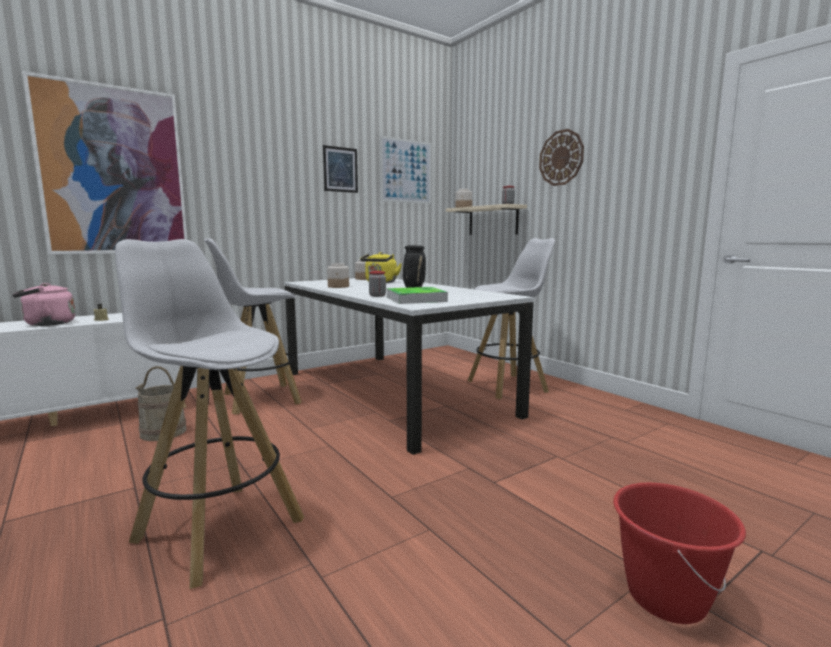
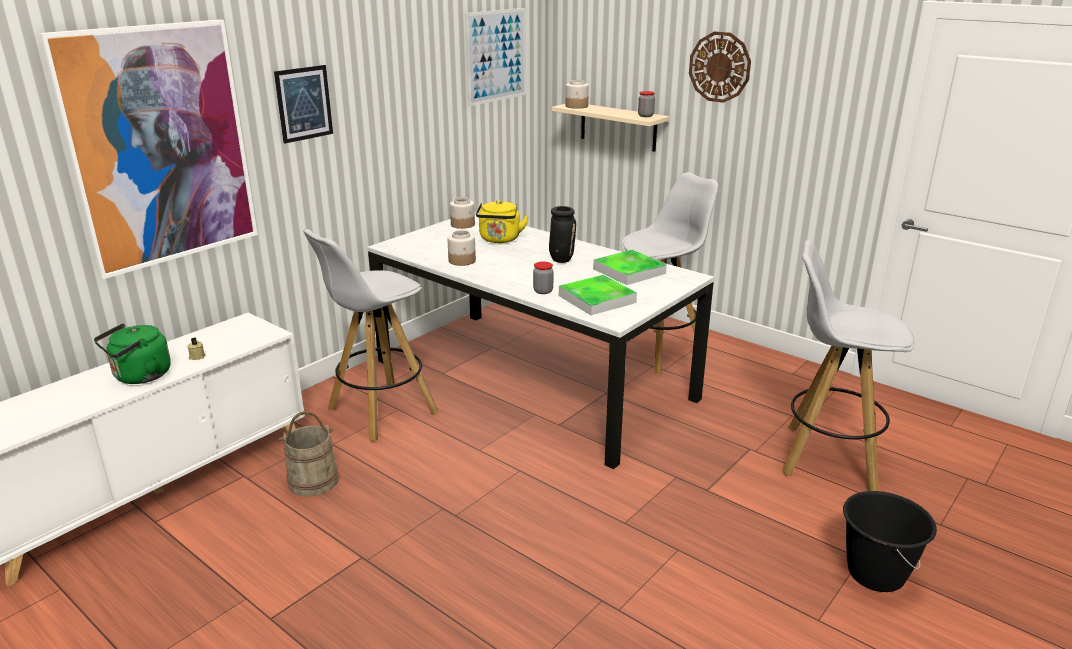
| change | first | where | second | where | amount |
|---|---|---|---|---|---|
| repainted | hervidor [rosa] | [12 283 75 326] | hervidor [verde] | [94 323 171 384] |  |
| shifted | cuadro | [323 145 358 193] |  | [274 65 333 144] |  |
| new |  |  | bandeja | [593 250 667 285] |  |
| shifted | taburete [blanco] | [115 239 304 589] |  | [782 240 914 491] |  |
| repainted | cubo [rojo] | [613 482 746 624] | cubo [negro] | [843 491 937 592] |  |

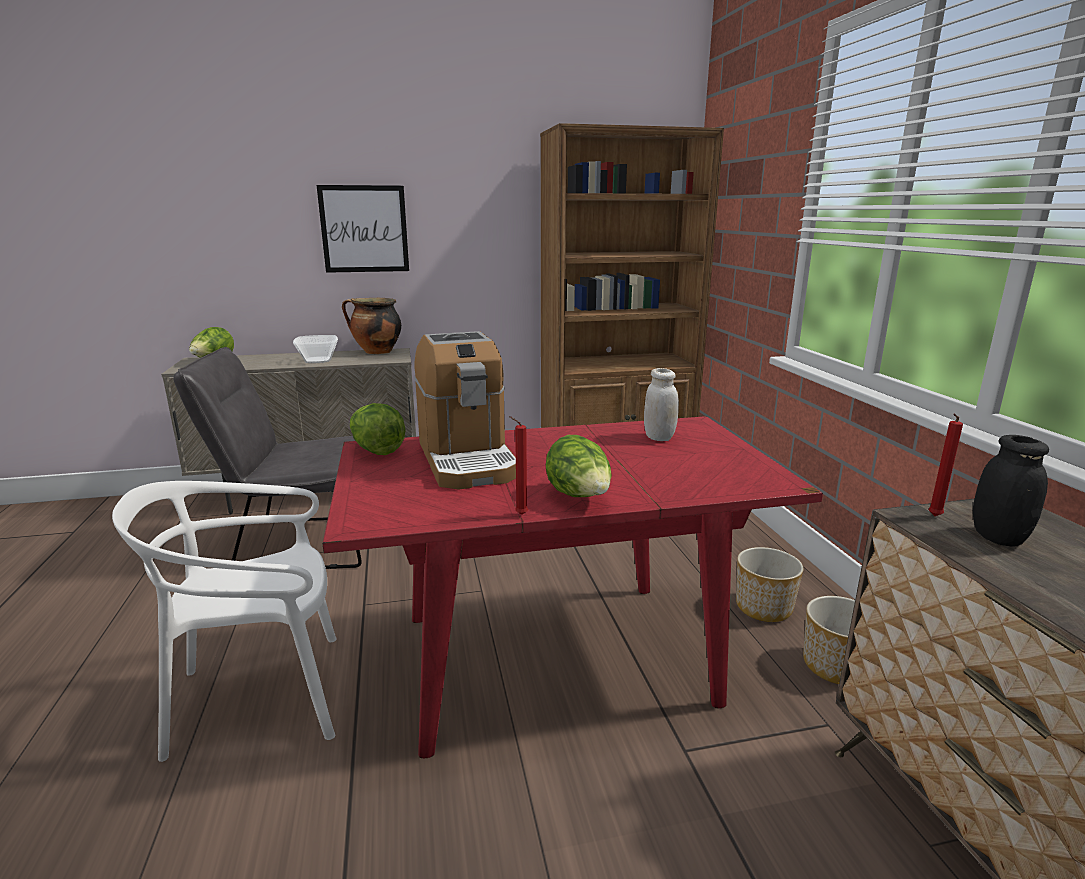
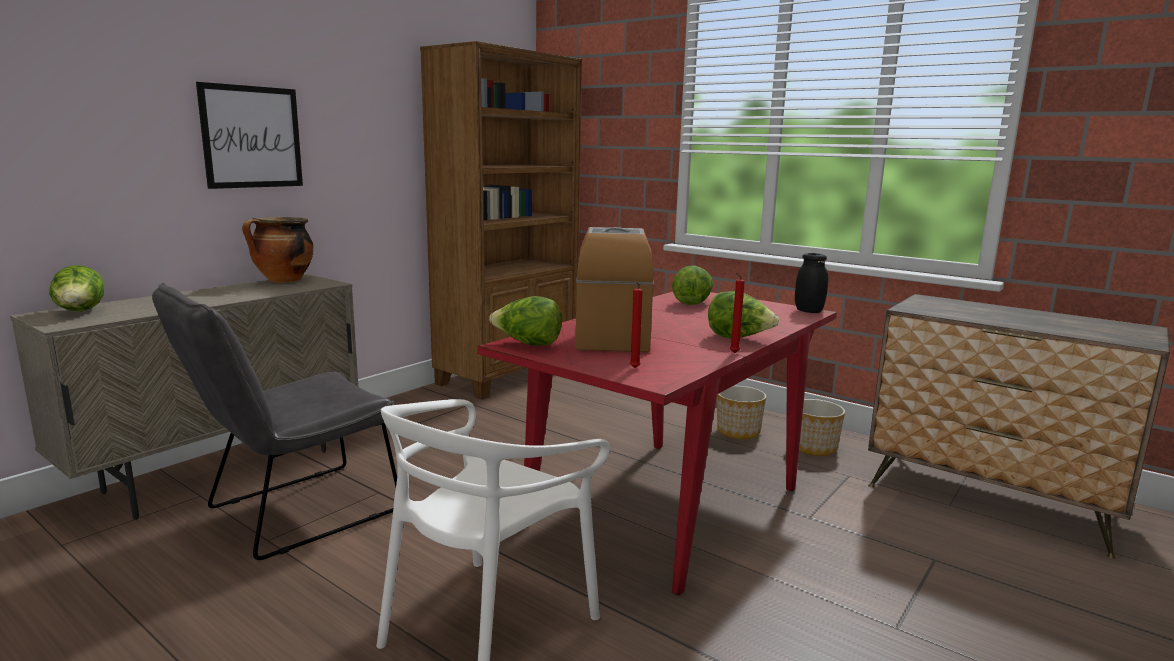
| change | first | where | second | where | amount |
|---|---|---|---|---|---|
| rotated | cafetera | [414 331 516 490] |  | [575 227 654 352] | 120 degrees counterclockwise |
| shifted | vela [rojo] | [928 414 963 516] |  | [630 282 643 368] |  |
| swapped | tarro [blanco] | [644 368 679 441] | lechuga | [672 266 713 305] |  |
| shifted | tarro [negro] | [973 435 1049 547] |  | [795 253 829 313] |  |
| gone | cuenco | [293 335 338 363] |  |  |  |

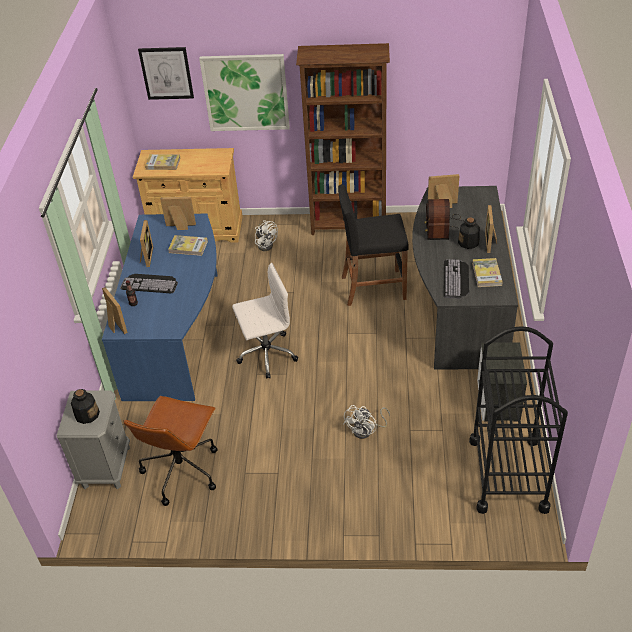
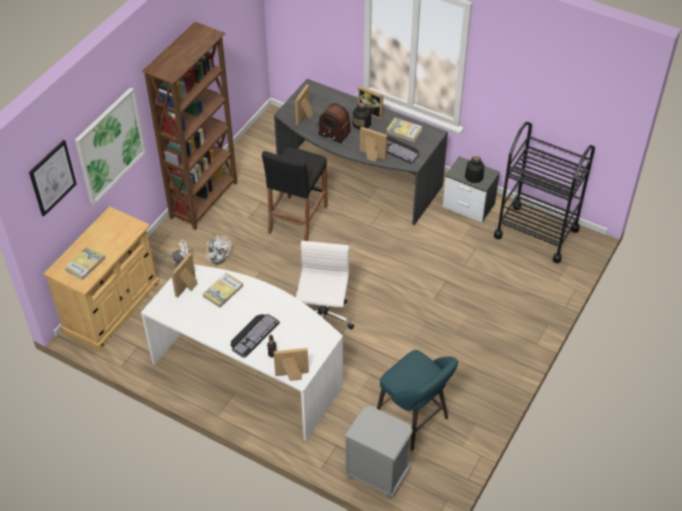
| change | first | where | second | where | amount |
|---|---|---|---|---|---|
| repainted | escritorio [azul] | [102 214 217 401] | escritorio [blanco] | [141 264 343 441] |  |
| shifted | ventilador [blanco] | [343 405 390 439] |  | [206 233 231 265] |  |
| shifted | portarretratos | [140 220 153 267] |  | [360 126 387 162] |  |
| swapped | silla de oficina [marrón] | [123 396 217 506] | taburete [turquesa] | [377 350 458 451] |  |
| shifted | botella | [71 389 100 424] |  | [465 156 484 183] |  |

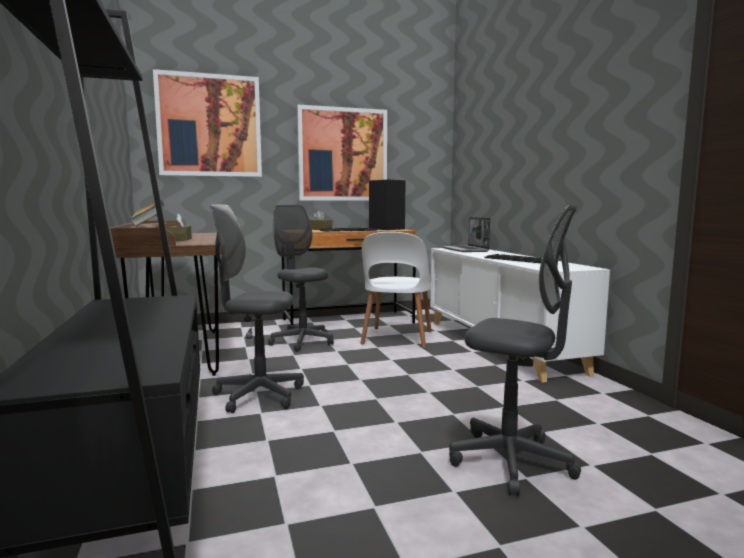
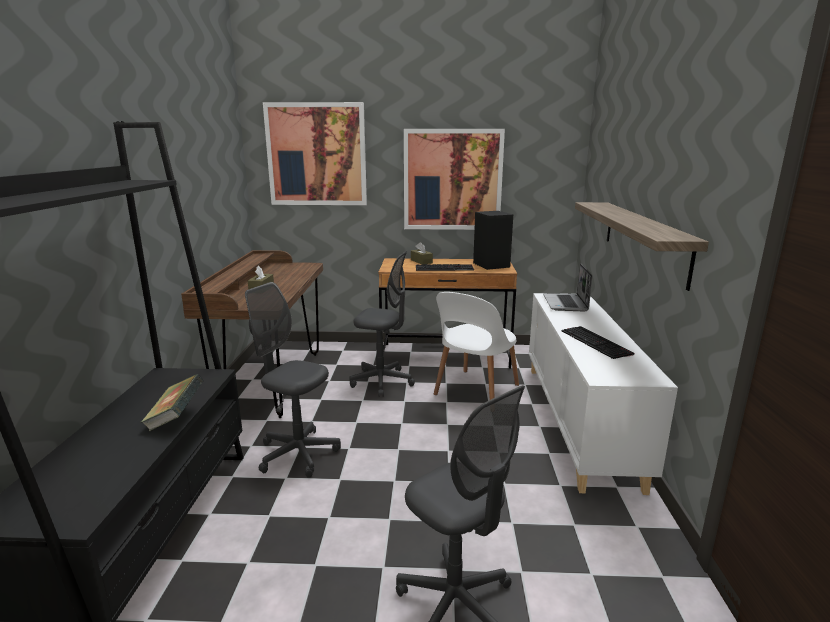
| change | first | where | second | where | amount |
|---|---|---|---|---|---|
| shifted | libro | [130 201 164 227] |  | [140 374 204 432] |  |
| rotated | silla de oficina [gris] | [268 204 334 352] |  | [349 251 415 397] | 120 degrees clockwise |
| new |  |  | estante | [575 202 709 291] |  |

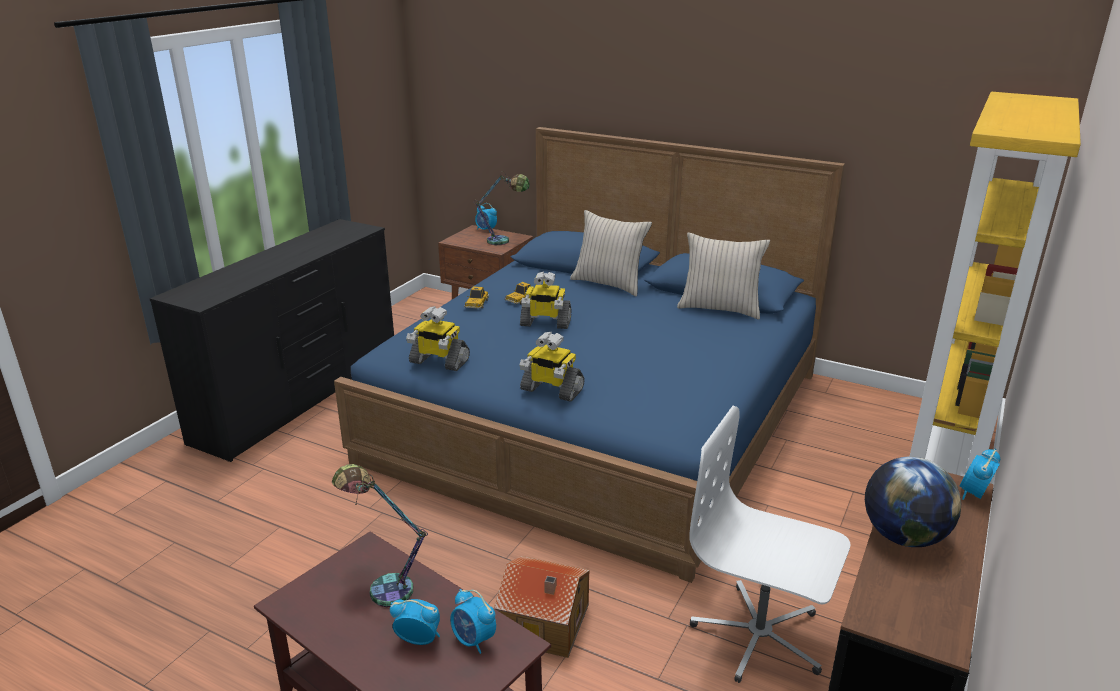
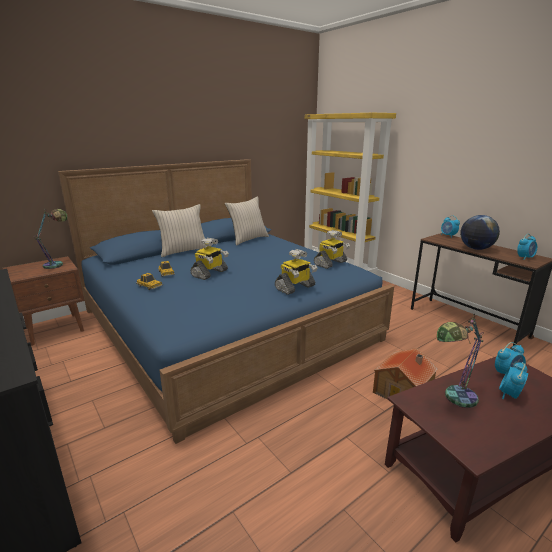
| change | first | where | second | where | amount |
|---|---|---|---|---|---|
| shifted | robot de juguete | [406 306 470 371] |  | [314 230 350 269] |  |
| shifted | despertador | [475 203 497 232] |  | [517 234 537 260] |  |
| gone | silla de oficina [blanco] | [689 406 850 683] |  |  |  |

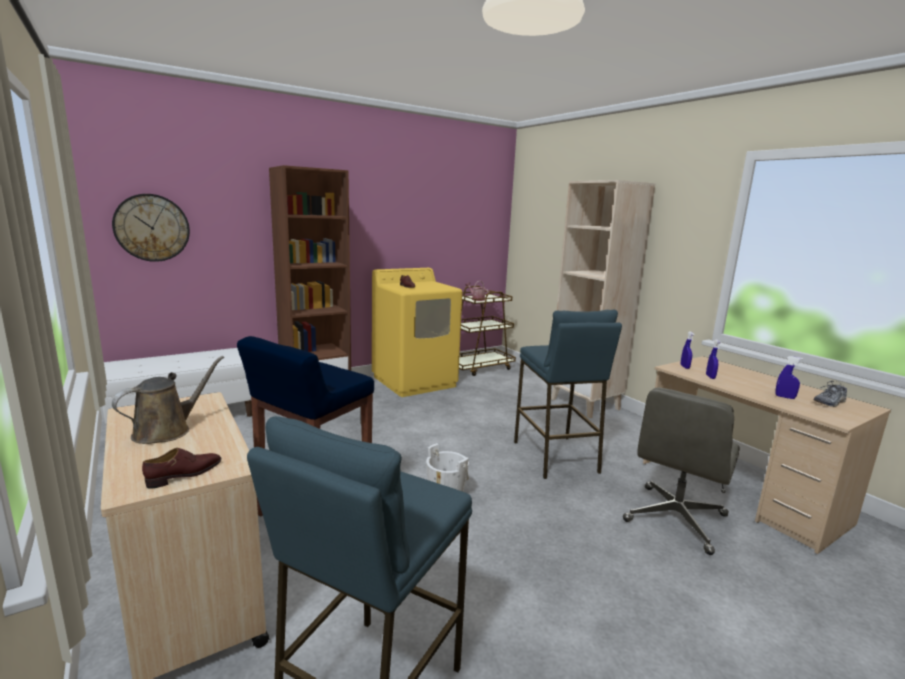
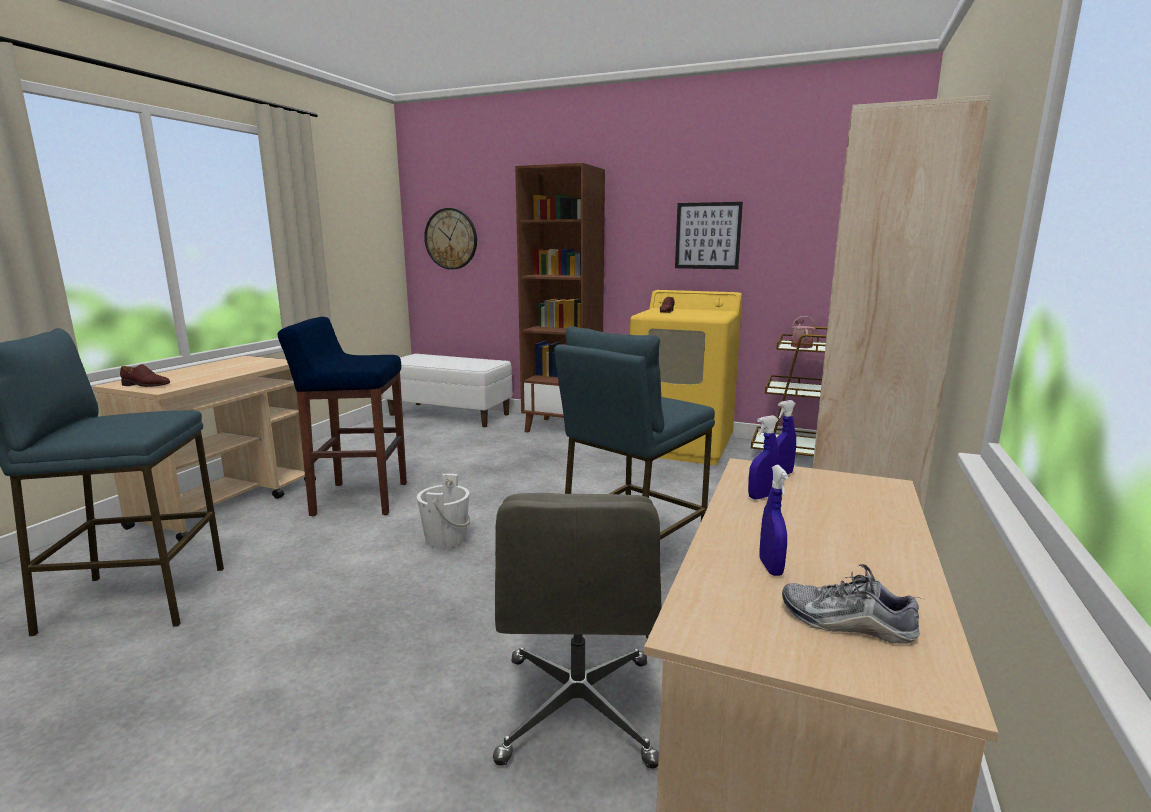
| change | first | where | second | where | amount |
|---|---|---|---|---|---|
| rotated | silla de oficina [gris] | [623 387 740 555] |  | [493 493 661 769] | 90 degrees counterclockwise |
| new |  |  | cuadro | [675 202 743 269] |  |
| gone | regadera [marrón] | [112 356 224 444] |  |  |  |

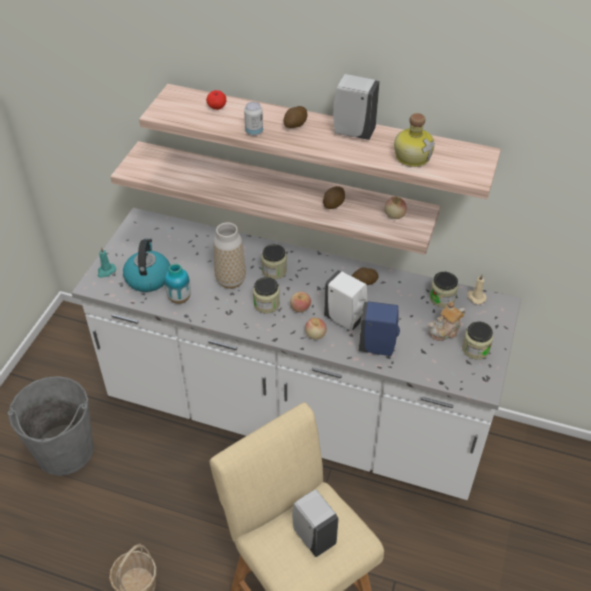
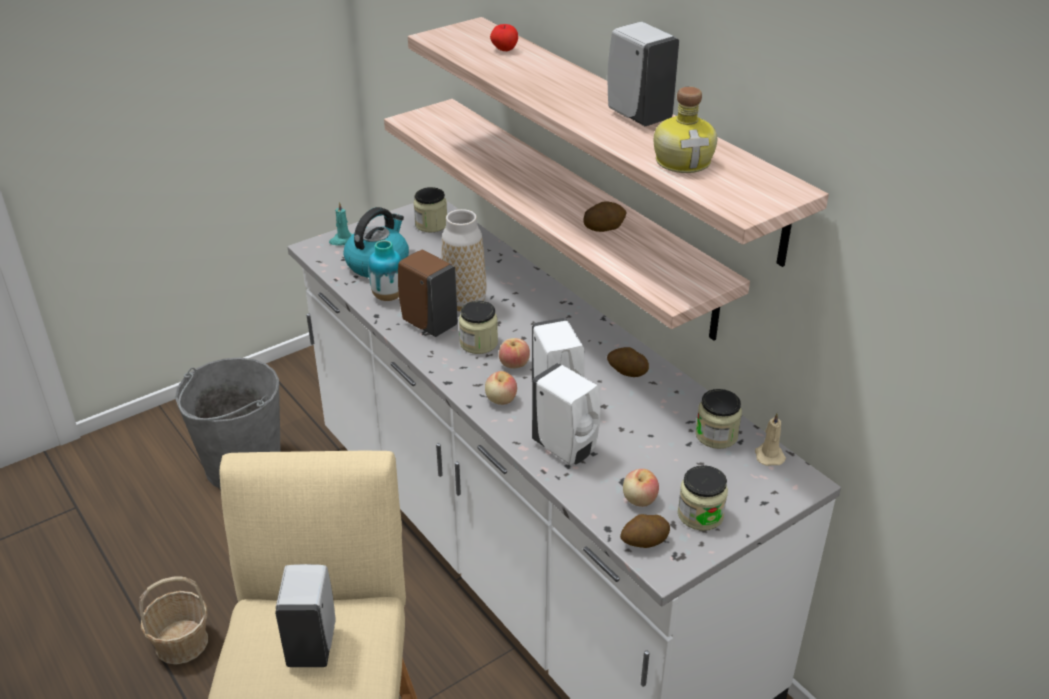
| change | first | where | second | where | amount |
|---|---|---|---|---|---|
| new |  |  | dispensador de jabón [marrón] | [398 250 458 337] |  |
| shifted | tarro | [261 244 287 279] |  | [414 187 447 232] |  |
| repainted | dispensador de jabón [azul] | [359 301 400 356] | dispensador de jabón [blanco] | [532 363 600 465] |  |
| shifted | patata | [284 106 307 128] |  | [620 514 670 548] |  |
| shifted | manzana | [385 196 407 219] |  | [623 469 659 507] |  |
| gone | lata | [244 102 263 136] |  |  |  |
| gone | tetera | [428 302 466 341] |  |  |  |

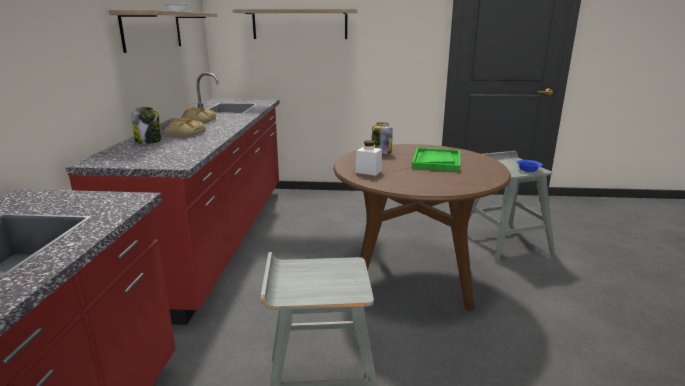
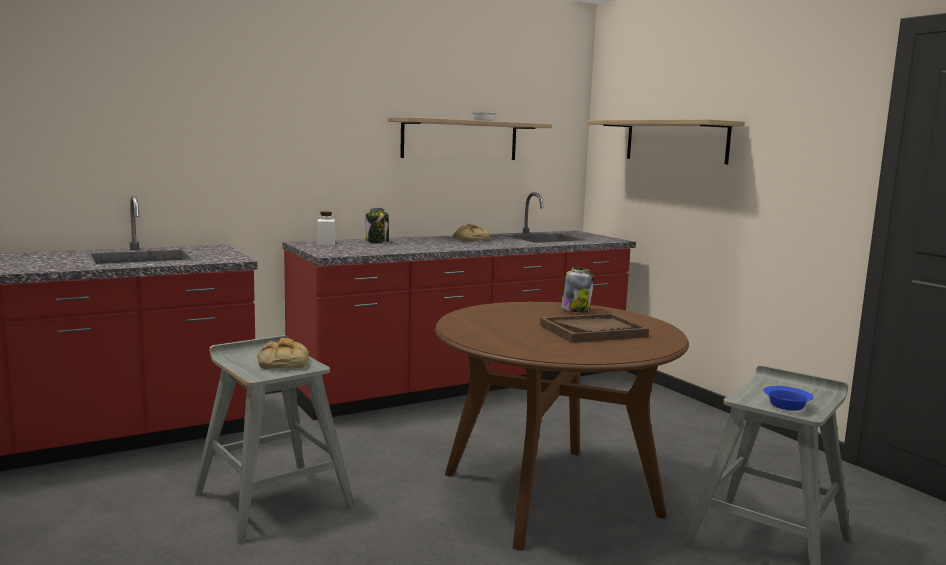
| change | first | where | second | where | amount |
|---|---|---|---|---|---|
| shifted | pan | [164 118 206 137] |  | [257 338 309 369] |  |
| shifted | tarro [blanco] | [355 140 382 176] |  | [317 212 335 245] |  |
| repainted | bandeja [verde] | [412 148 460 172] | bandeja [marrón] | [540 313 649 343] |  |

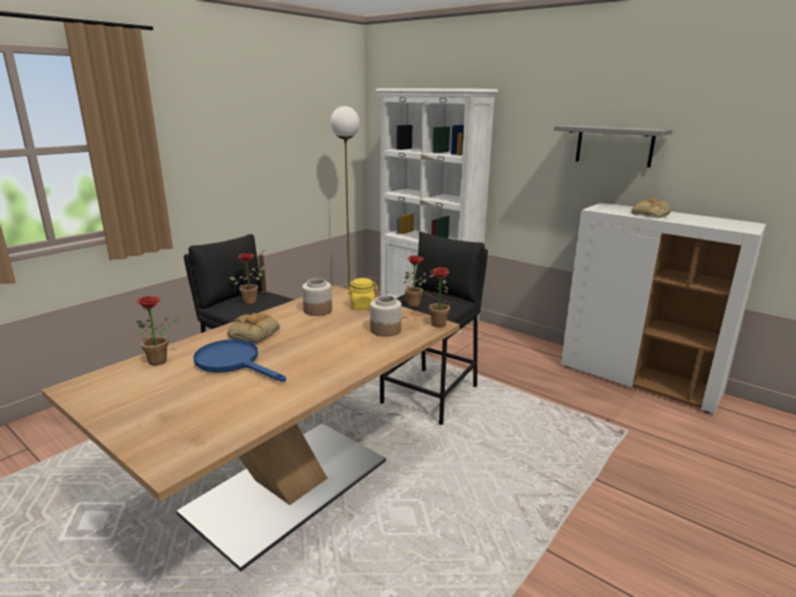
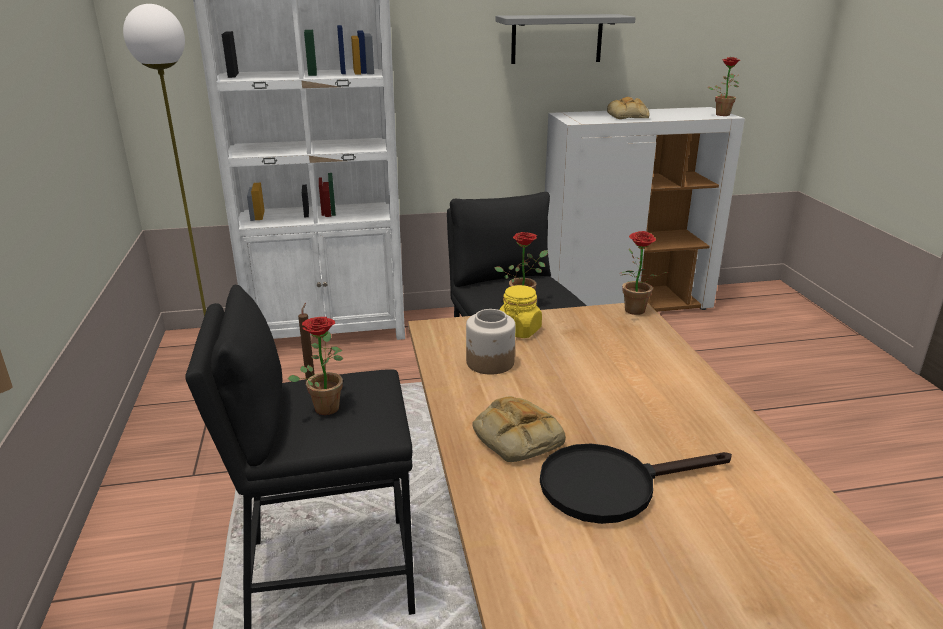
| change | first | where | second | where | amount |
|---|---|---|---|---|---|
| repainted | sartén [azul] | [193 339 286 382] | sartén [negro] | [540 444 732 524] |  |
| shifted | planta en maceta | [137 296 182 365] |  | [708 57 740 116] |  |
| gone | tarro | [370 295 402 337] |  |  |  |

